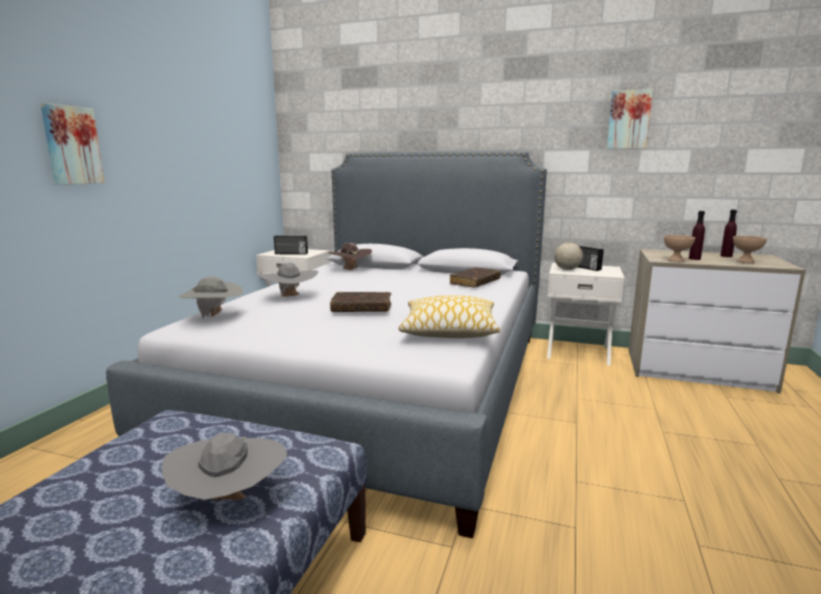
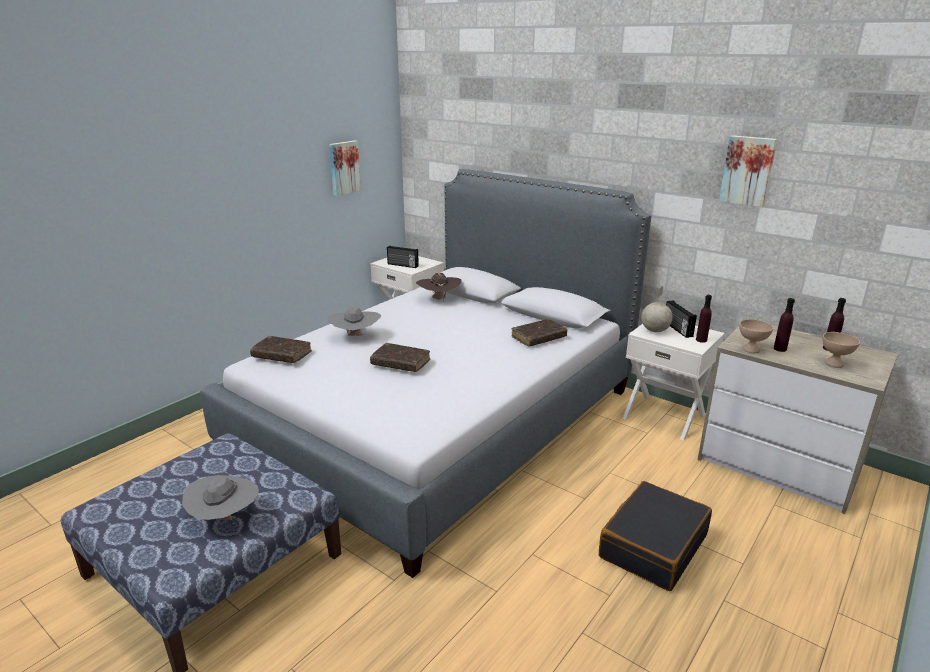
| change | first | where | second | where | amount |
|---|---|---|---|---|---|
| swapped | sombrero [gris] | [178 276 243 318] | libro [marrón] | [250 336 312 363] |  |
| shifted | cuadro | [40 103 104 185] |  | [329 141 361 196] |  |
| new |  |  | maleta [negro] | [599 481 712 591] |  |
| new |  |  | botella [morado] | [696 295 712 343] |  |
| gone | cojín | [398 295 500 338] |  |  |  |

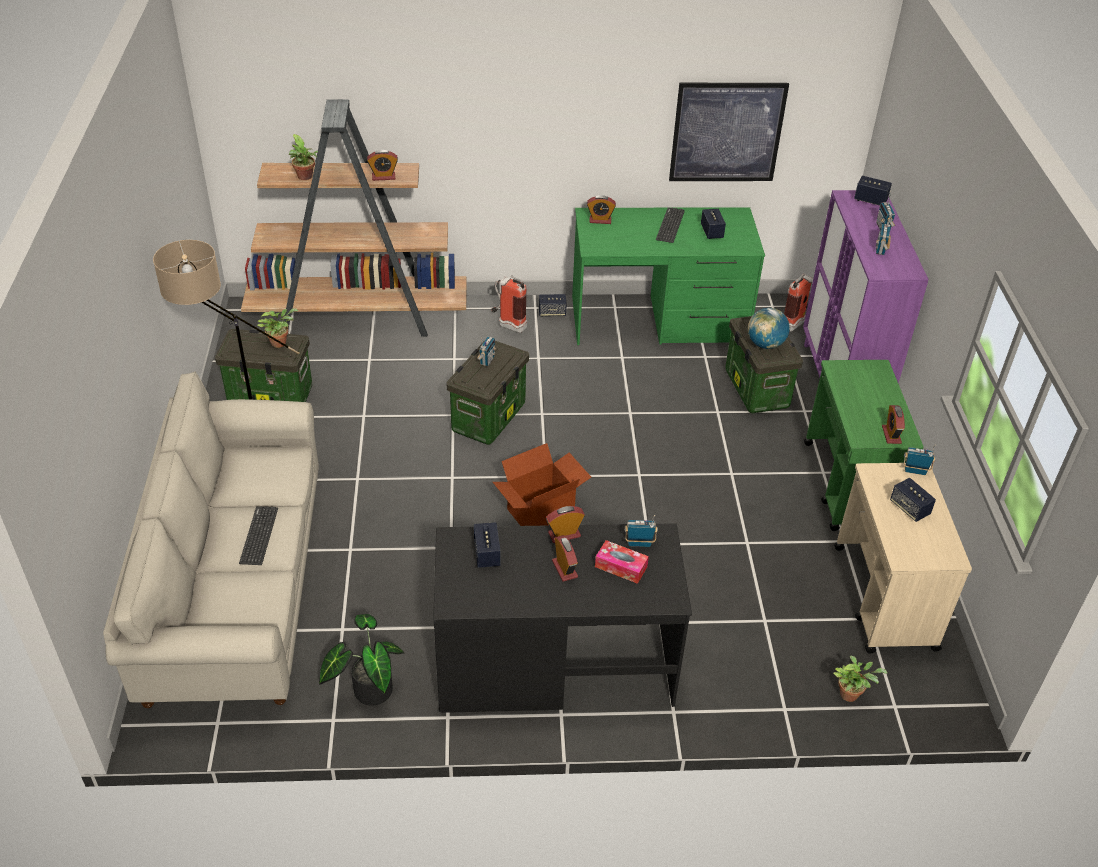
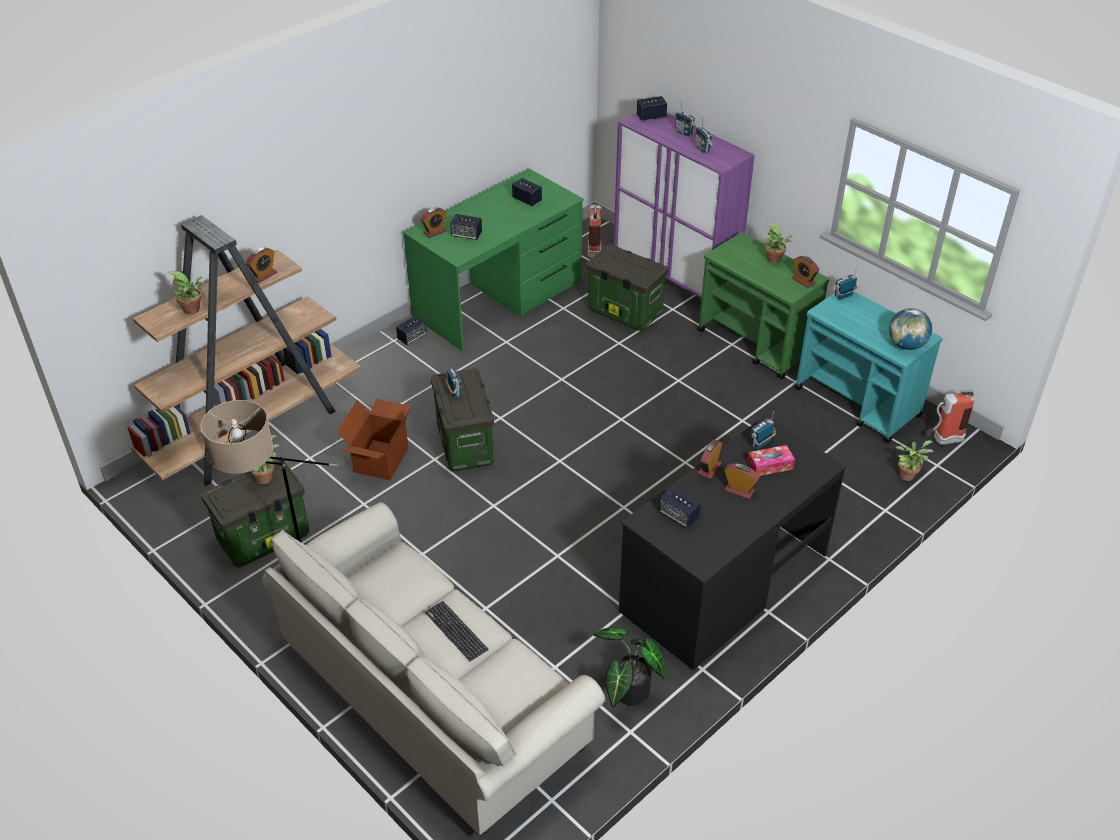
| change | first | where | second | where | amount |
|---|---|---|---|---|---|
| shifted | caja de cartón | [493 443 591 526] |  | [337 399 410 480] |  |
| shifted | altavoz | [890 478 936 522] |  | [450 214 482 240] |  |
| new |  |  | planta en maceta | [764 223 793 264] |  |
| repainted | carrito [beis] | [834 463 972 654] | carrito [turquesa] | [795 291 943 443] |  |
| shifted | globo terráqueo | [748 308 790 349] |  | [889 308 932 350] |  |
| shifted | extintor | [491 275 527 333] |  | [926 389 975 445] |  |
| gone | teclado | [656 207 685 243] |  |  |  |
| gone | cuadro | [669 83 789 181] |  |  |  |

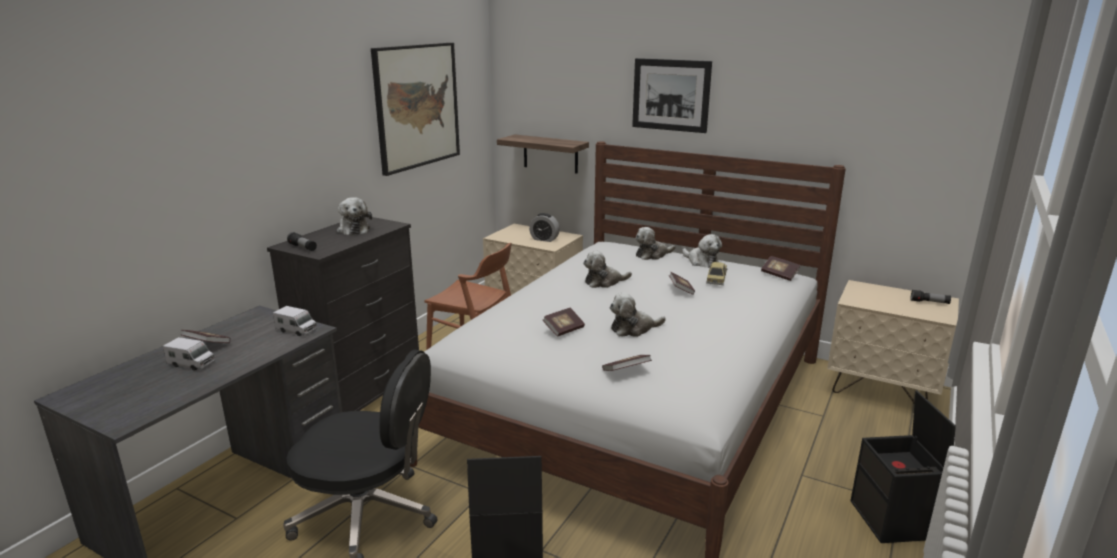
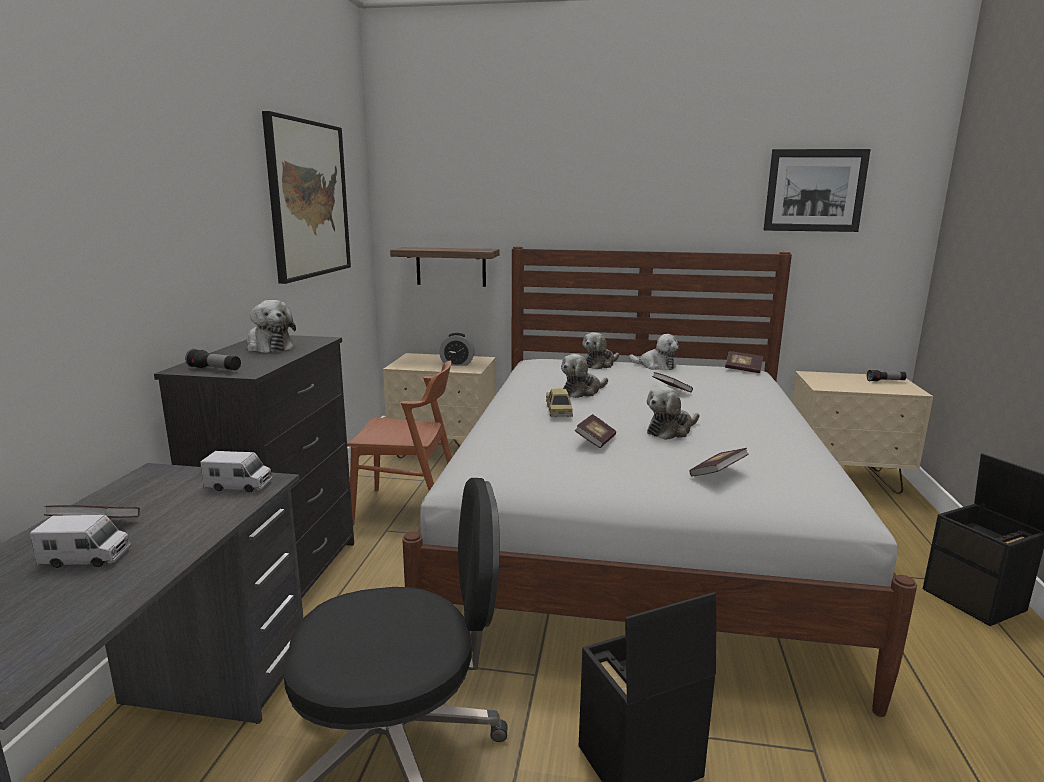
| change | first | where | second | where | amount |
|---|---|---|---|---|---|
| shifted | coche de juguete | [706 262 727 285] |  | [546 388 573 417] |  |
| shifted | cuadro | [632 58 712 133] |  | [764 149 871 232] |  |

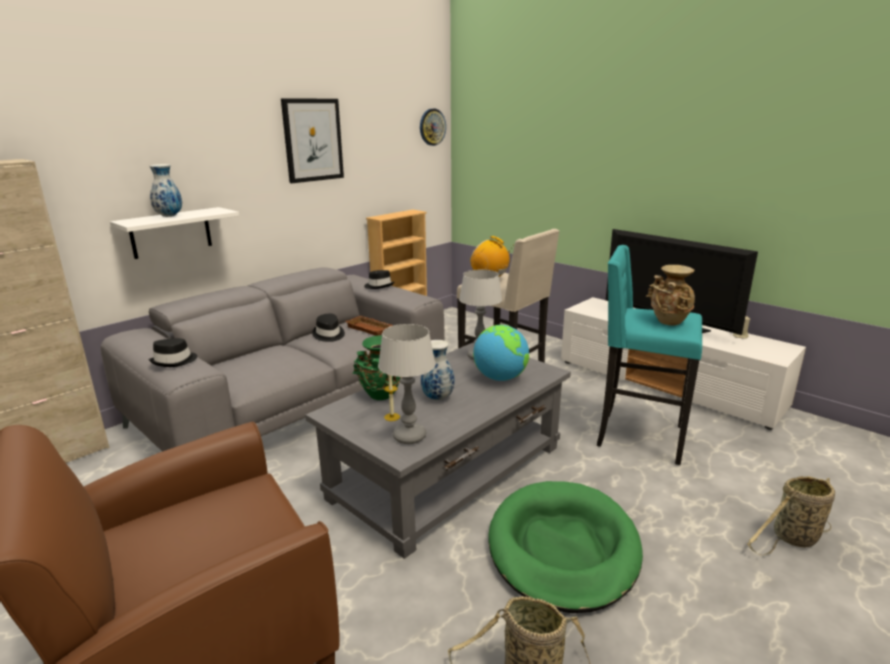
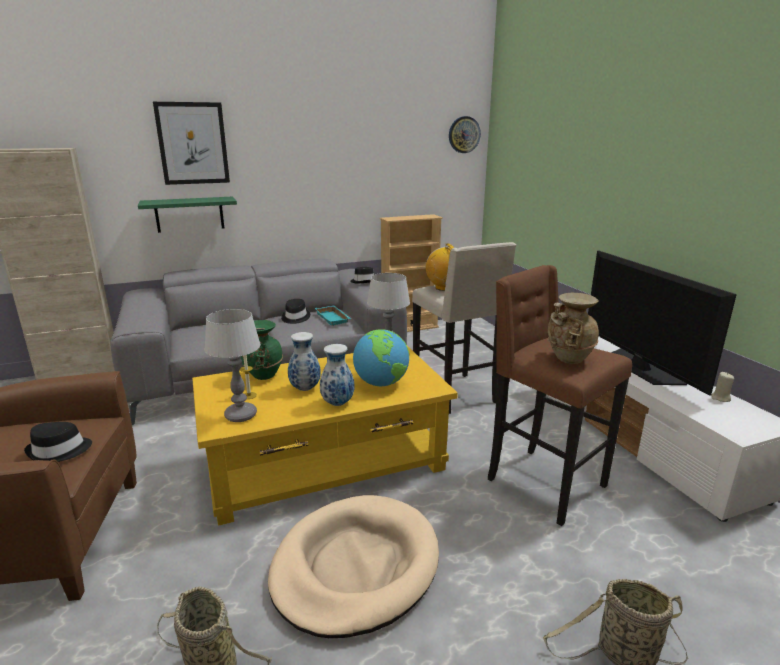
| change | first | where | second | where | amount |
|---|---|---|---|---|---|
| shifted | sombrero [negro] | [148 338 197 367] |  | [24 422 92 462] |  |
| repainted | estante [blanco] | [110 207 239 259] | estante [verde] | [138 197 237 233] |  |
| shifted | cuadro | [281 99 344 183] |  | [153 102 230 185] |  |
| repainted | mesa de centro [gris] | [305 342 571 559] | mesa de centro [amarillo] | [192 346 458 526] |  |
| repainted | cama para perro [verde] | [489 481 643 613] | cama para perro [beis] | [268 495 439 638] |  |
| repainted | bandeja [marrón] | [345 316 394 336] | bandeja [turquesa] | [315 306 351 326] |  |
| shifted | florero | [149 164 182 217] |  | [320 344 355 406] |  |
| repainted | taburete [turquesa] | [597 245 702 465] | taburete [marrón] | [488 265 632 526] |  |

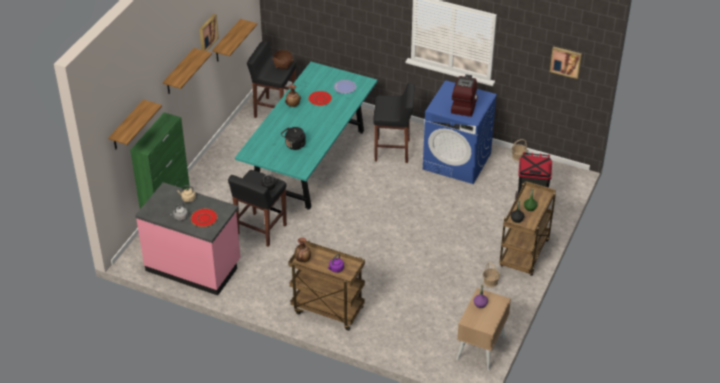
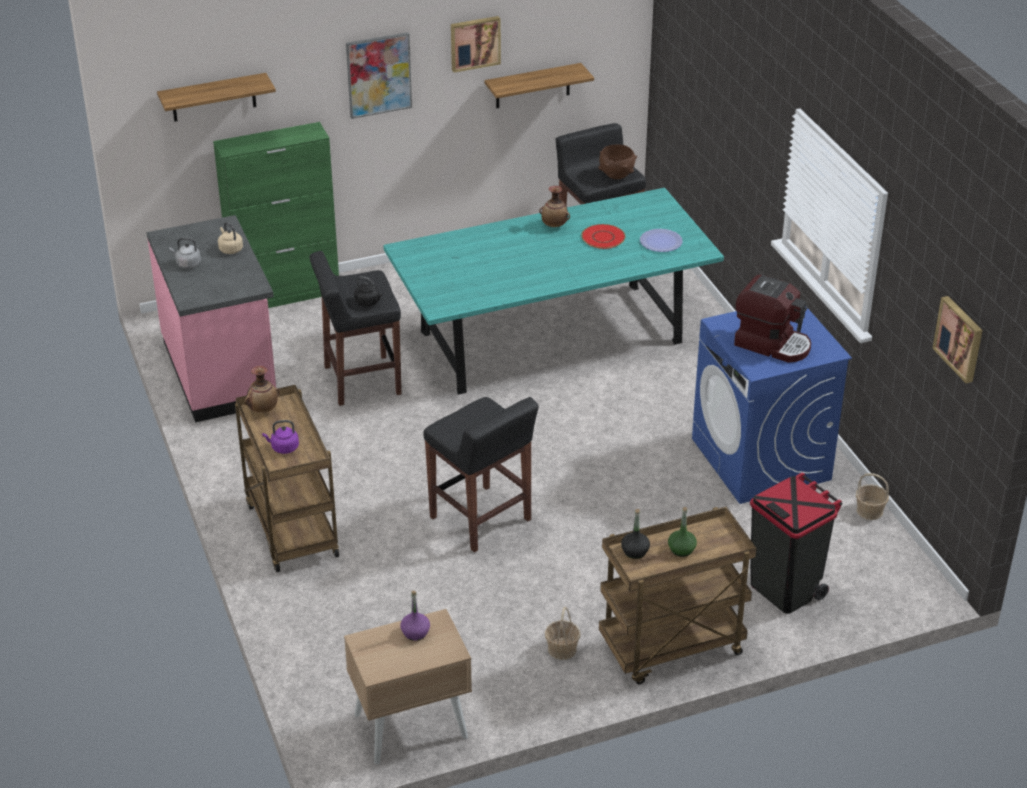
| change | first | where | second | where | amount |
|---|---|---|---|---|---|
| swapped | estante | [163 48 212 94] | cuadro | [346 32 412 119] |  |
| shifted | taburete [negro] | [373 83 415 163] |  | [424 397 539 553] |  |
| rotated | cafetera | [451 74 478 117] |  | [734 275 811 363] | 60 degrees clockwise |
| gone | plato [rojo] | [191 208 218 227] |  |  |  |
| gone | hervidor [negro] | [281 127 306 150] |  |  |  |

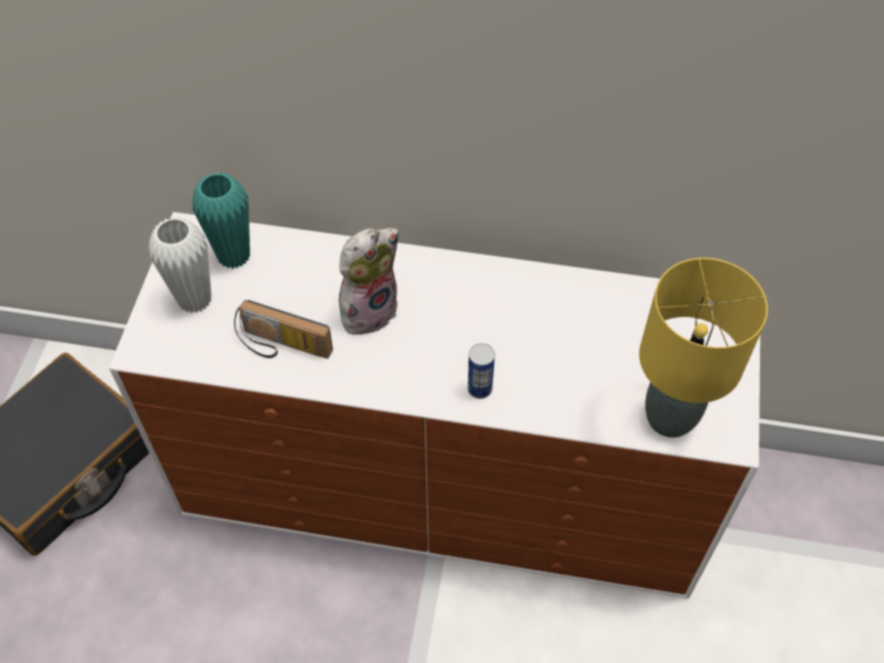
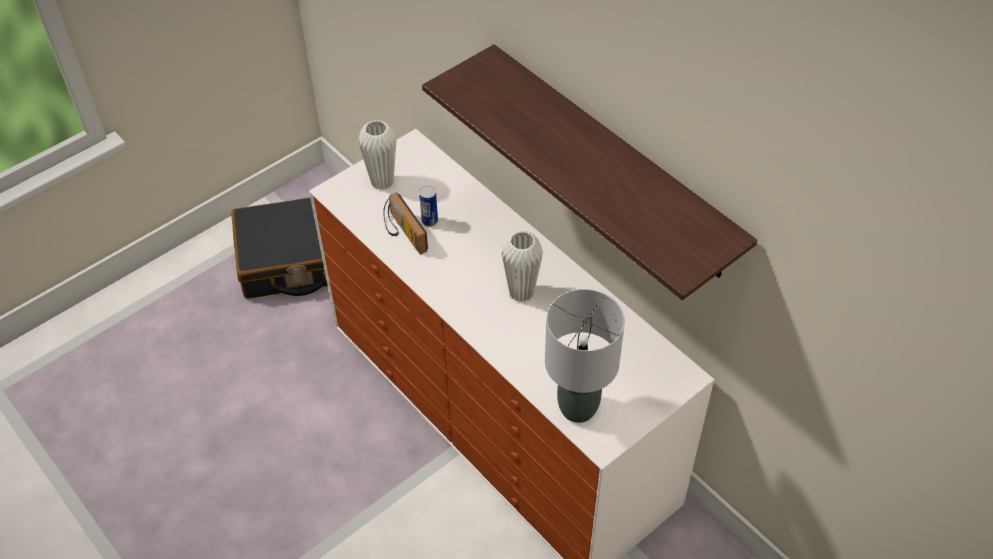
| change | first | where | second | where | amount |
|---|---|---|---|---|---|
| shifted | lata | [468 343 495 399] |  | [419 186 438 227] |  |
| new |  |  | estante | [422 44 758 300] |  |
| new |  |  | florero [blanco] | [501 230 543 302] |  |
| repainted | lámpara de mesa [amarillo] | [639 258 768 438] | lámpara de mesa [gris] | [545 289 625 423] |  |
| gone | florero [turquesa] | [192 172 250 269] |  |  |  |
| gone | peluche | [339 228 399 335] |  |  |  |

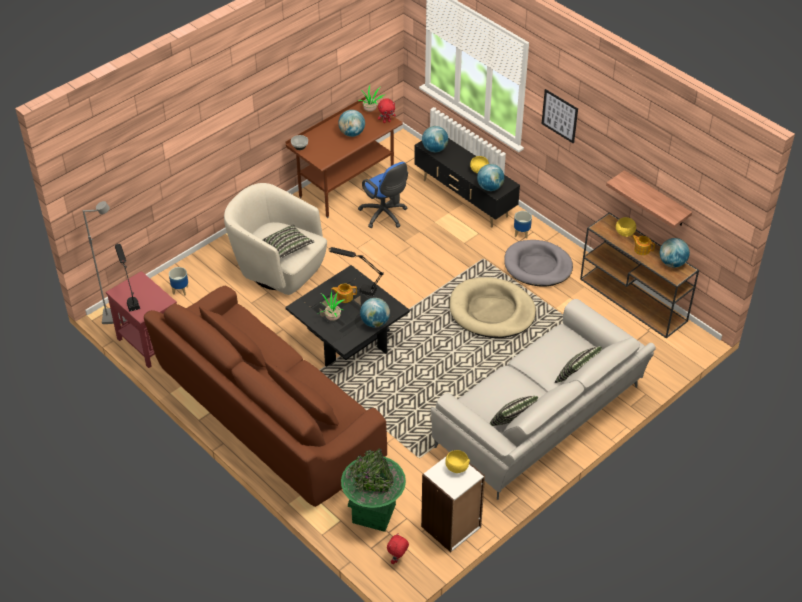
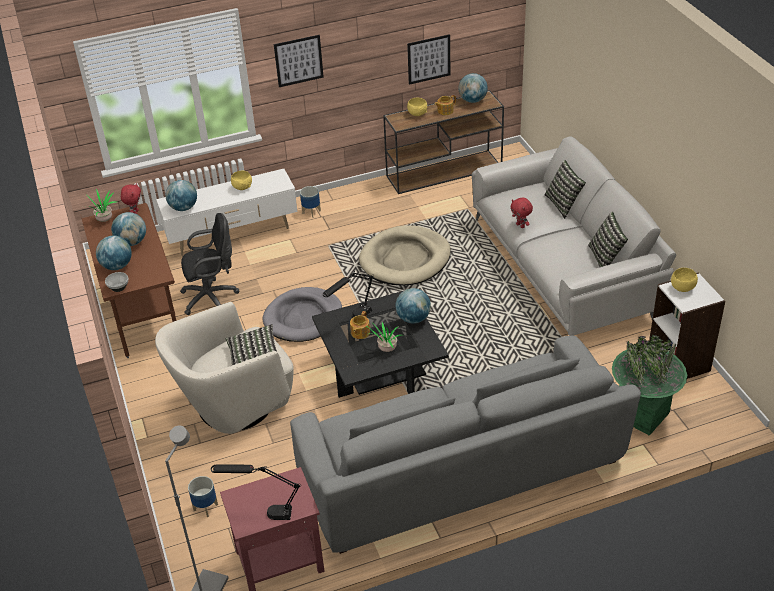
| change | first | where | second | where | amount |
|---|---|---|---|---|---|
| shifted | globo terráqueo | [477 164 504 191] |  | [96 235 132 270] |  |
| repainted | mueble de televisión [negro] | [414 138 520 228] | mueble de televisión [blanco] | [156 169 297 256] |  |
| repainted | silla de oficina [azul] | [358 162 408 228] | silla de oficina [negro] | [180 213 240 315] |  |
| shifted | cama para perro [gris] | [504 240 573 286] |  | [263 287 342 342] |  |
| repainted | sofá [marrón] | [144 286 387 507] | sofá [gris] | [290 336 641 554] |  |
| swapped | estante | [606 170 692 228] | cuadro | [407 34 450 85] |  |
| shifted | peluche [rojo] | [387 533 409 564] |  | [510 198 533 228] |  |

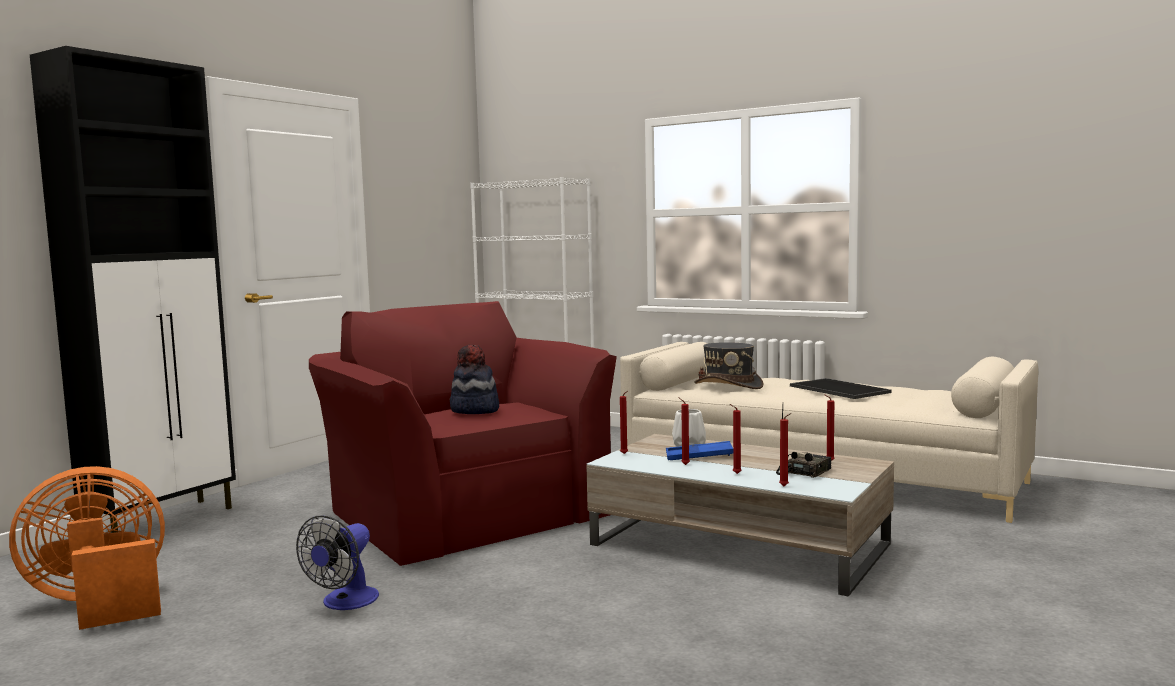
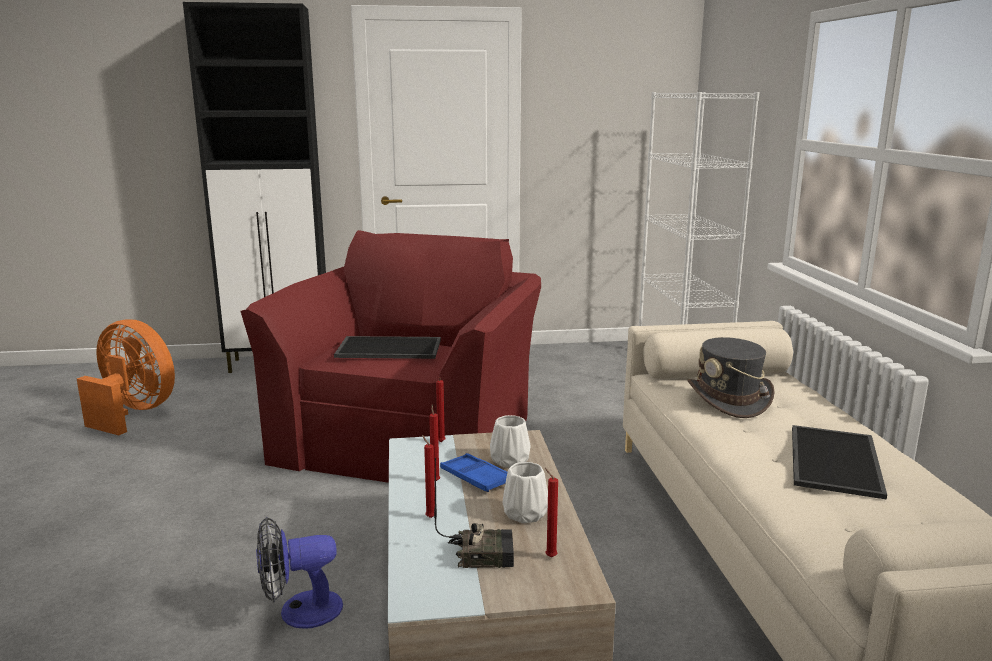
| change | first | where | second | where | amount |
|---|---|---|---|---|---|
| shifted | ventilador | [296 516 379 610] |  | [256 517 343 629] |  |
| swapped | sombrero | [450 345 499 414] | bandeja | [334 336 441 359] |  |
| new |  |  | florero [blanco] | [502 462 548 523] |  |
| gone | vela [rojo] | [779 413 791 486] |  |  |  |

